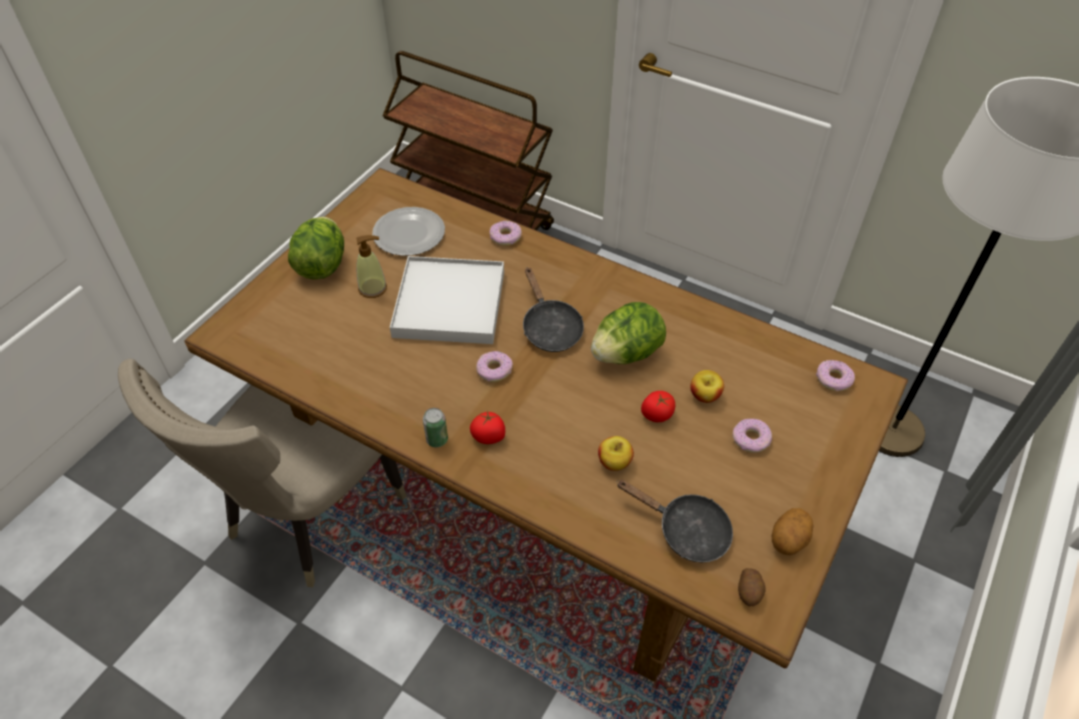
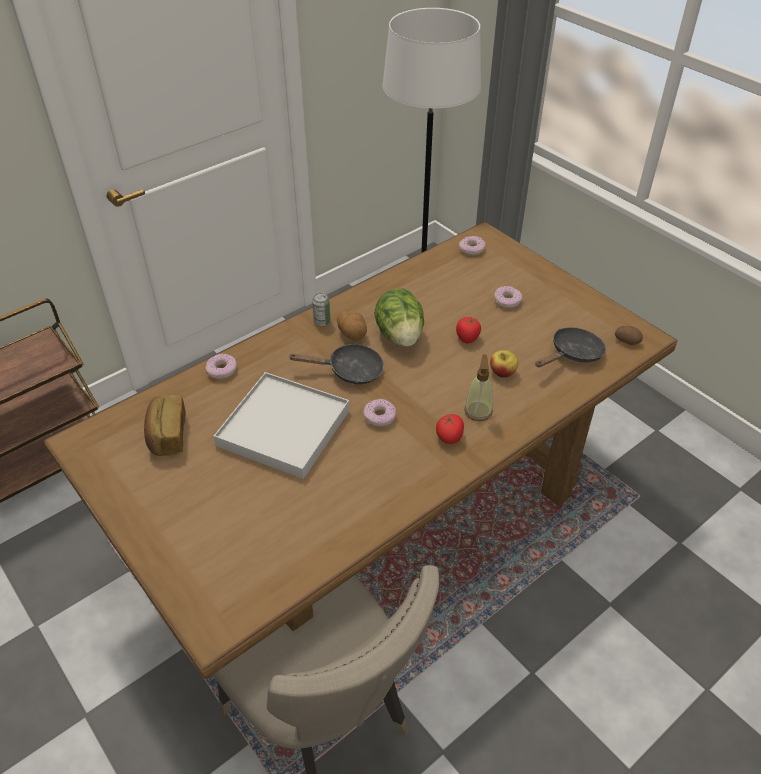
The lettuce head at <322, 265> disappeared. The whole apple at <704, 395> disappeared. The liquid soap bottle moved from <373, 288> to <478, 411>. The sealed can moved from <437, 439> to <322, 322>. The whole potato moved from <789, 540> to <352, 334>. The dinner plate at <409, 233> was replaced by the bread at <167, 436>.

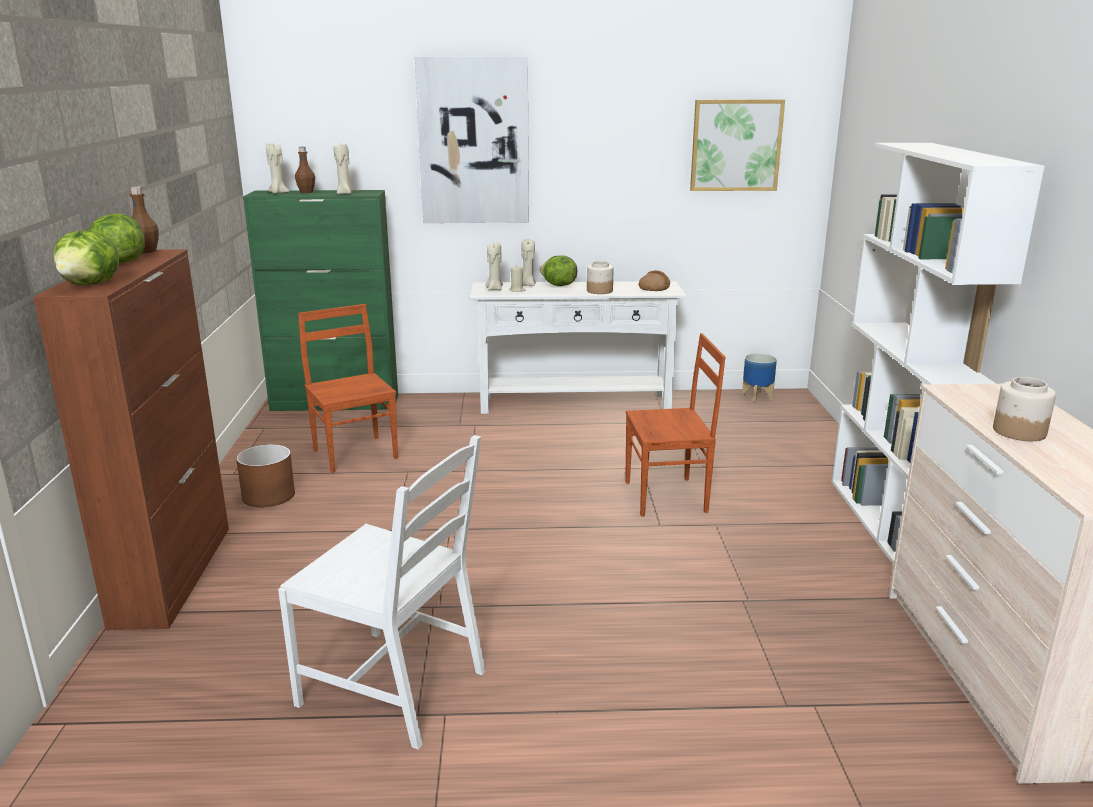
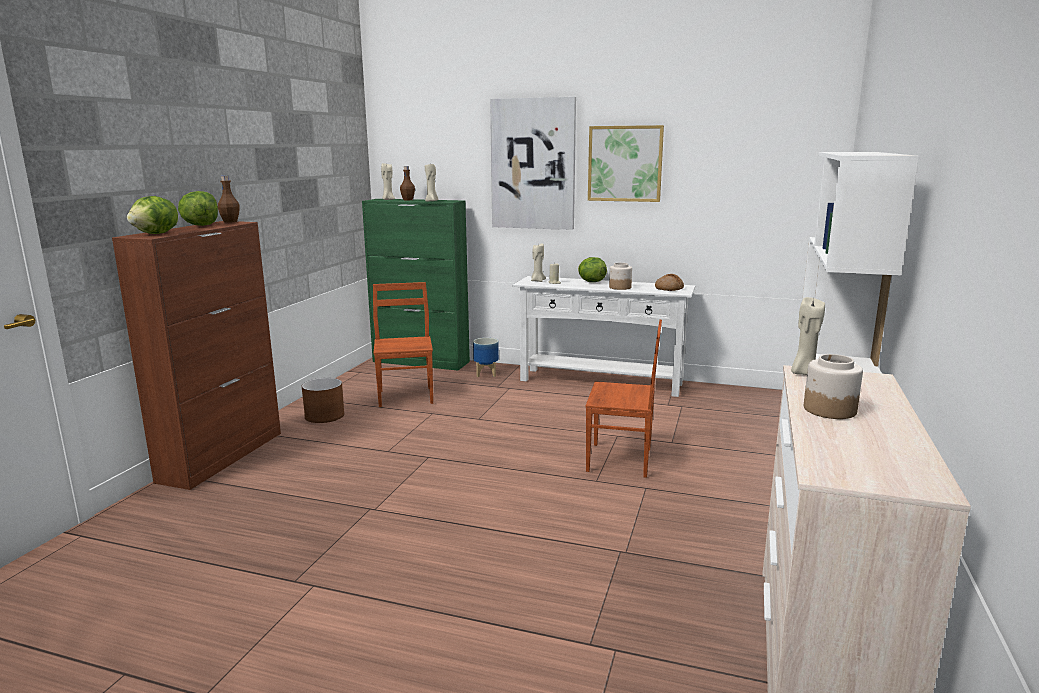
The upright chair (white-coloured) at <395, 686> disappeared. The wax light (beige-coloured) moved from <527, 285> to <803, 373>. The picture moved from <736, 145> to <625, 163>. The plant pot moved from <757, 397> to <486, 374>.

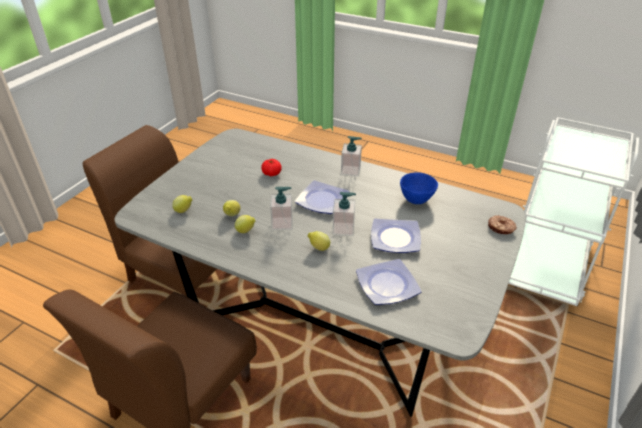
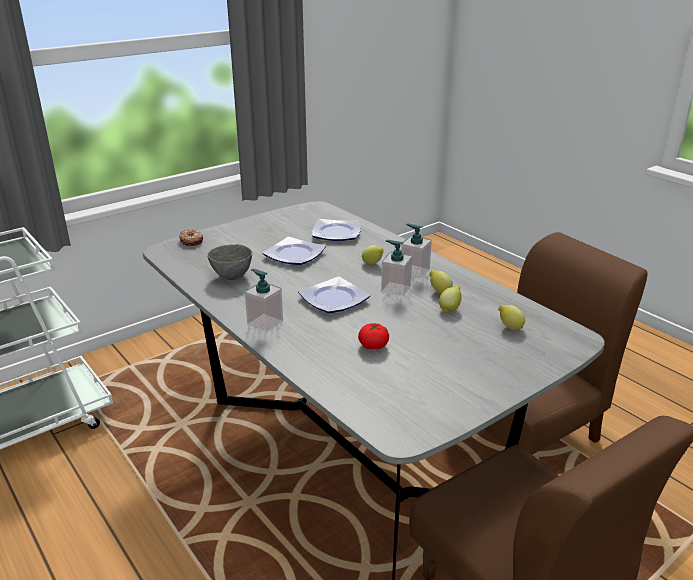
The liquid soap bottle moved from <343, 229> to <414, 271>. The bowl (blue-coloured) at <416, 199> became the bowl (grey) at <231, 277>.

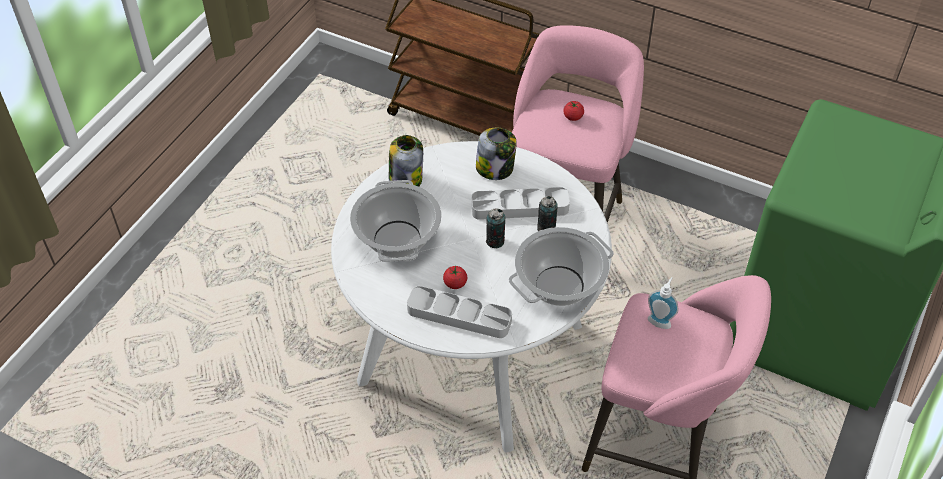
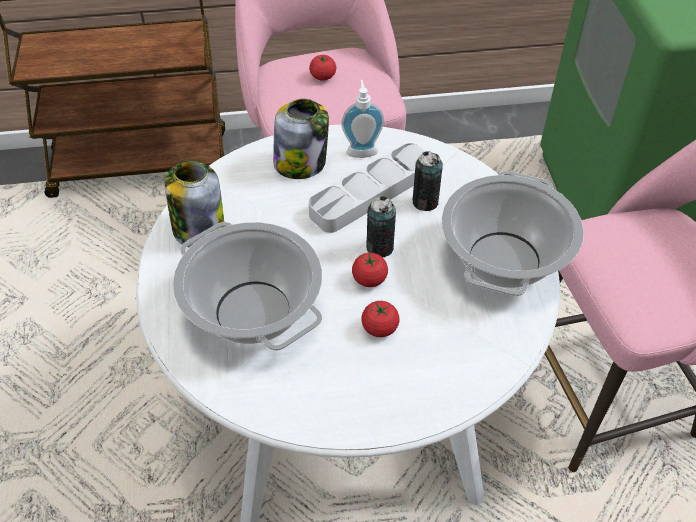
The tray (grey) at <459, 315> disappeared. The whole tomato at <369, 279> appeared. The liquid soap bottle moved from <660, 320> to <361, 150>.

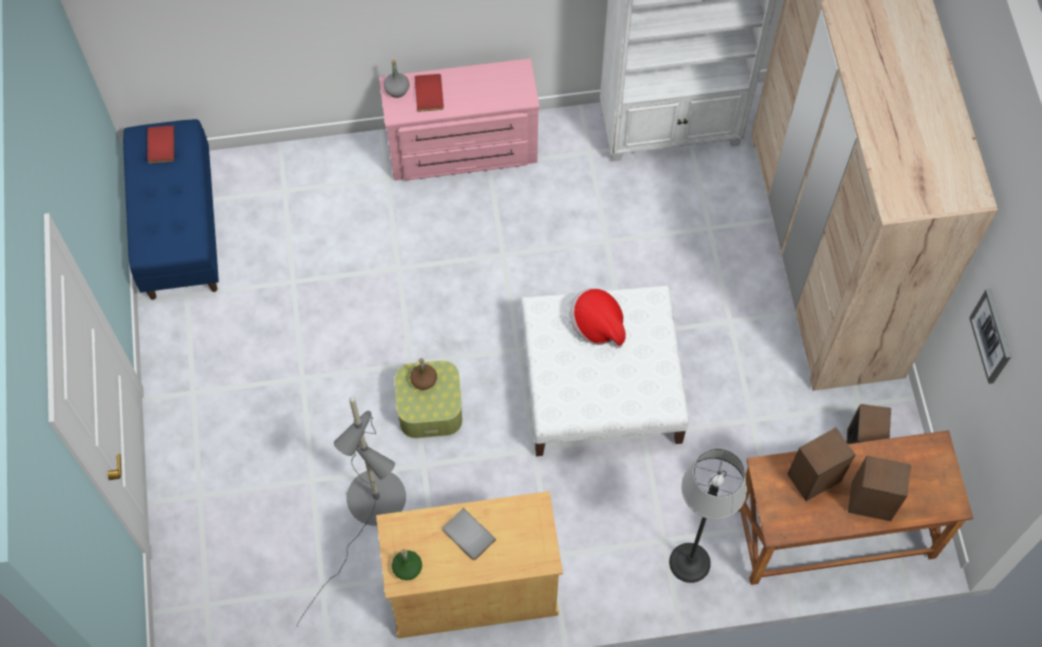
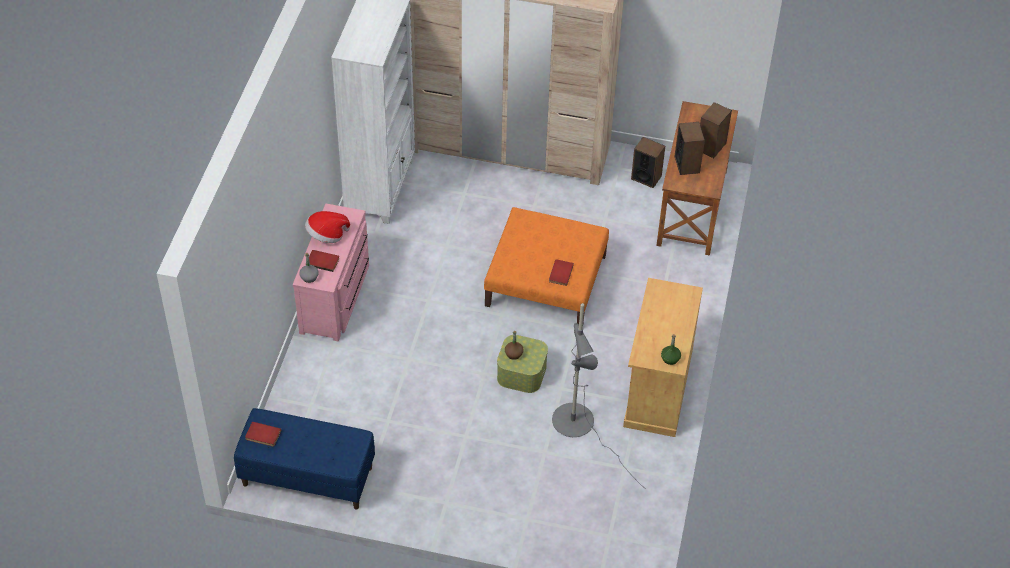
The volume (grey) at <467, 536> disappeared. The standing lamp at <689, 562> disappeared. The picture at <992, 336> disappeared. The volume (reddish) at <560, 273> appeared. The clothing hat moved from <597, 325> to <326, 235>. The ottoman (white-coloured) at <601, 383> became the ottoman (orangey) at <546, 280>.

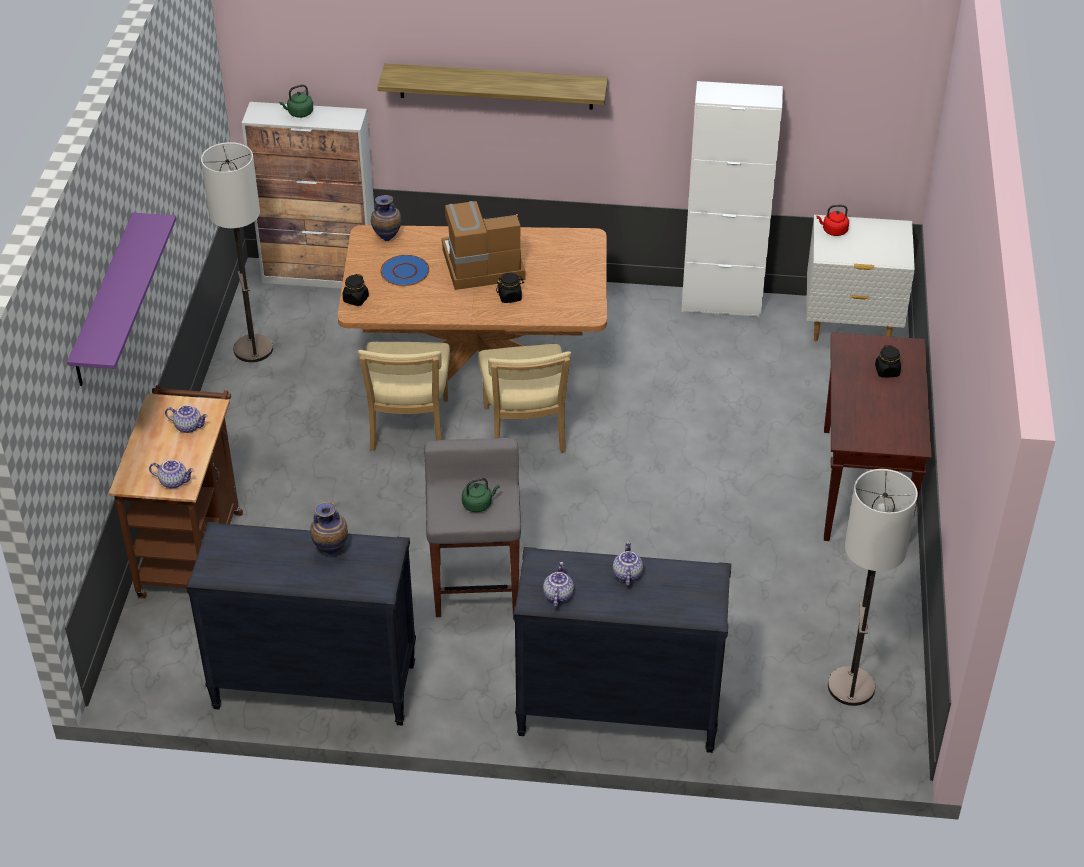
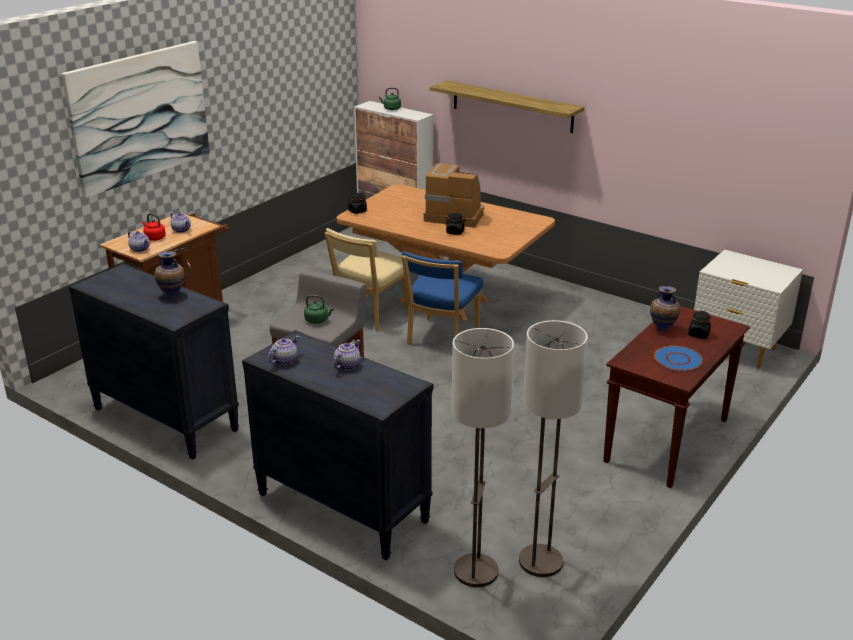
The cupboard (white-coloured) at <721, 303> disappeared. The standing lamp moved from <253, 349> to <475, 571>. The vase moved from <387, 238> to <662, 329>. The dinner plate (blue-coloured) moved from <405, 271> to <678, 359>. The water kettle (reddish) moved from <833, 231> to <154, 238>. The wall shelf (purple) at <104, 301> was replaced by the picture at <140, 116>. The upright chair (beige-coloured) at <525, 433> became the upright chair (blue-coloured) at <441, 338>.

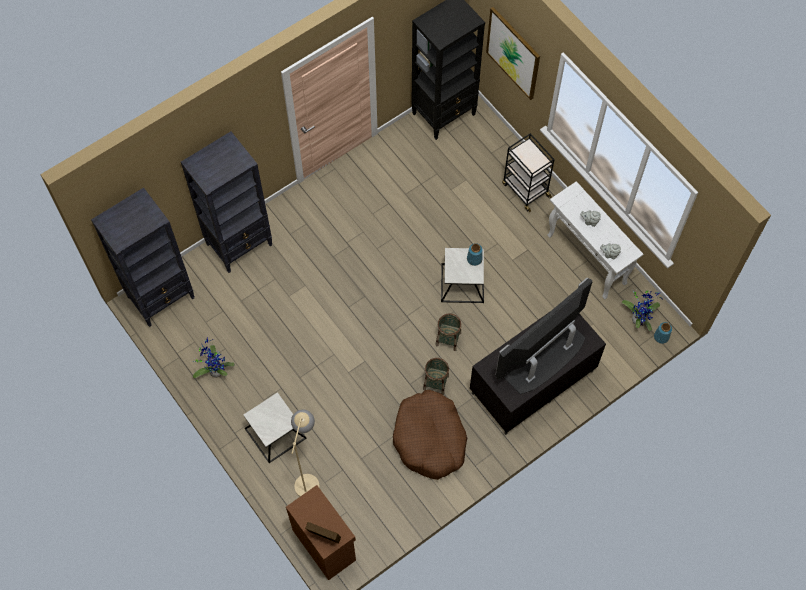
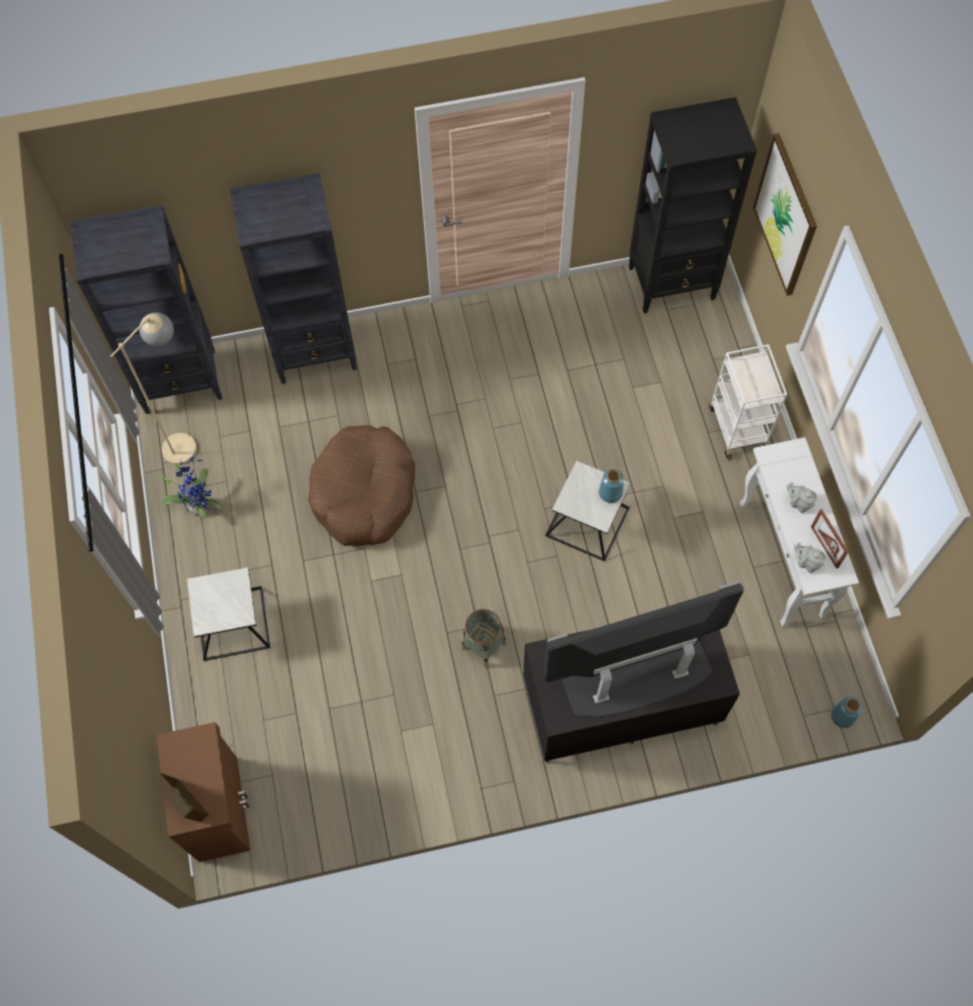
The household basket at <448, 339> disappeared. The potted plant at <639, 318> disappeared. The photo frame at <824, 547> appeared. The standing lamp (beige-coloured) moved from <309, 477> to <187, 440>. The dog bed (brown-coloured) moved from <430, 439> to <364, 493>. The cart (black) at <525, 189> became the cart (white-coloured) at <737, 427>.

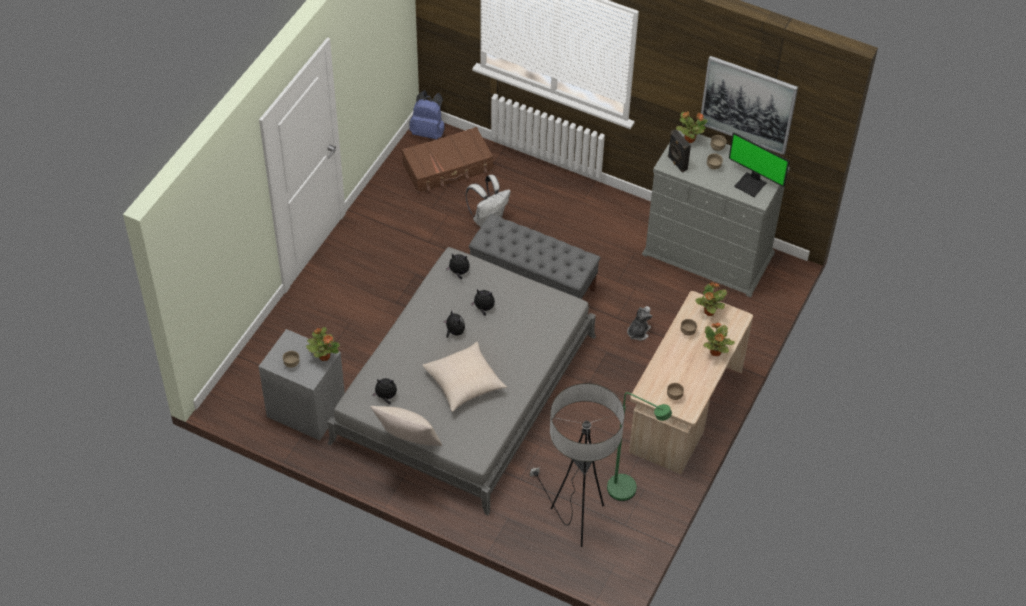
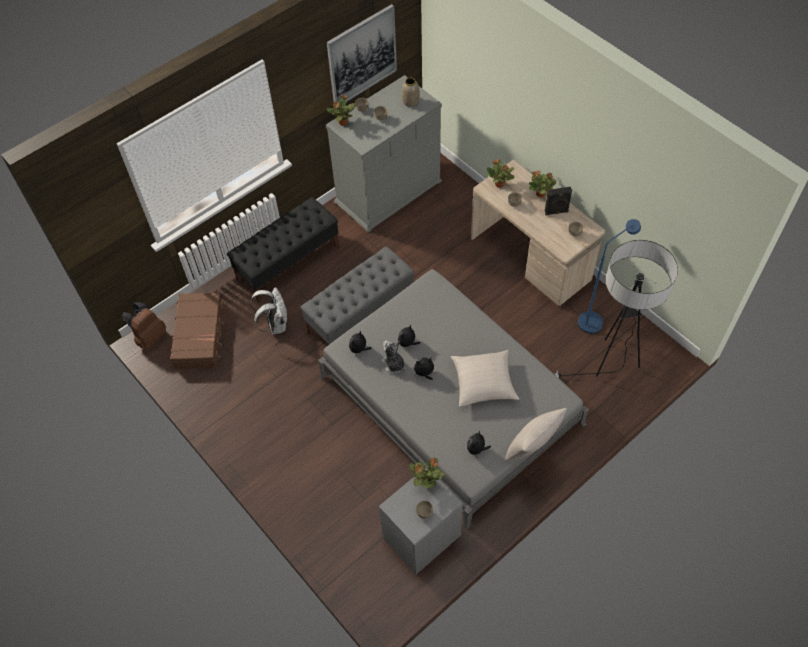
The bench (black) at <288, 263> appeared. The plush toy moved from <638, 332> to <393, 364>. The speaker (black) moved from <676, 163> to <556, 212>. The monitor at <751, 184> was replaced by the vase at <411, 102>. The knapsack (blue-coloured) at <428, 132> became the knapsack (brown-coloured) at <149, 337>. The standing lamp (green) at <629, 492> became the standing lamp (blue-coloured) at <595, 319>.

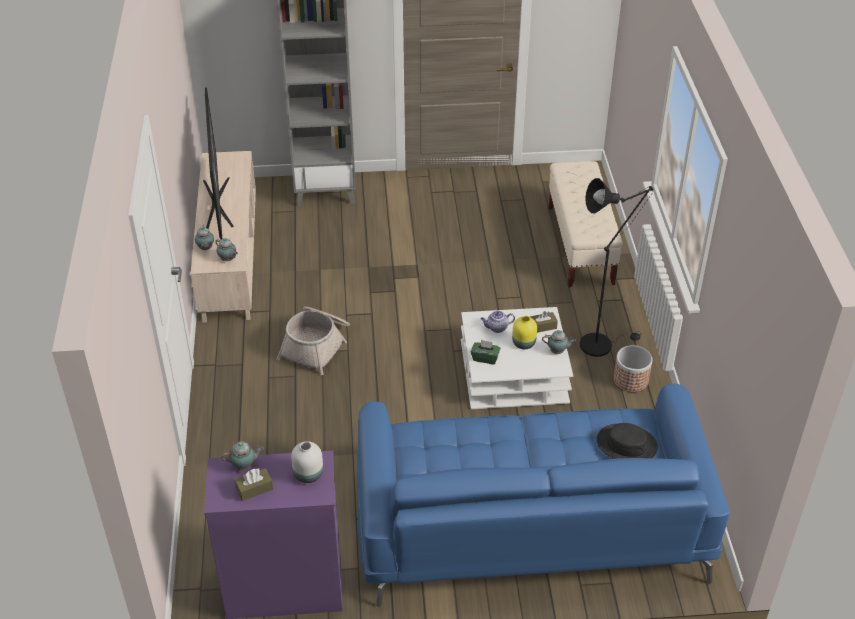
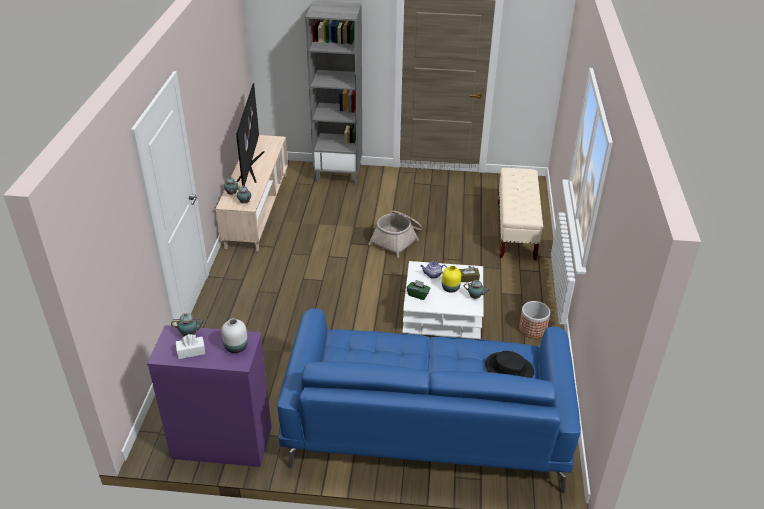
The standing lamp (black) at <601, 343> disappeared. The household basket moved from <317, 345> to <397, 239>. The box of tissues (brown-coloured) at <254, 489> became the box of tissues (white-coloured) at <191, 352>.

